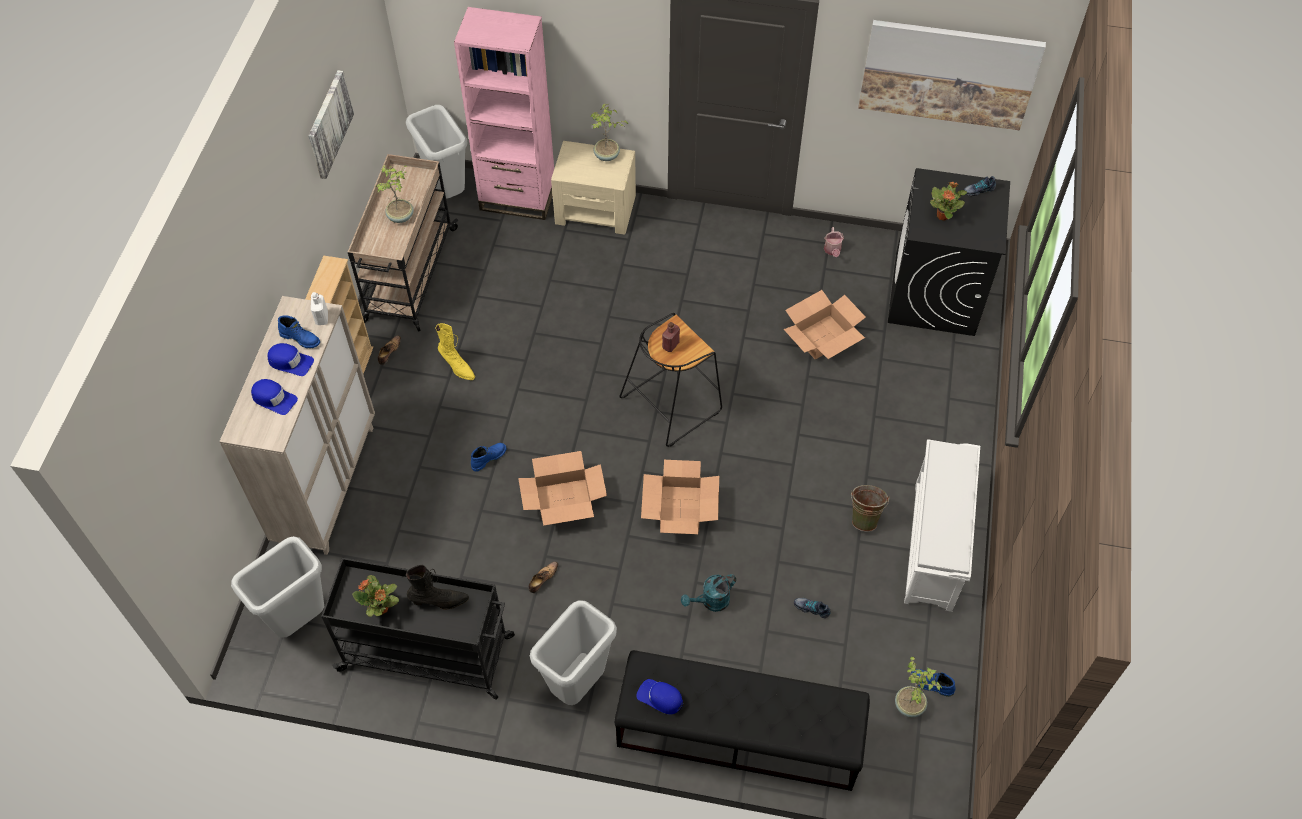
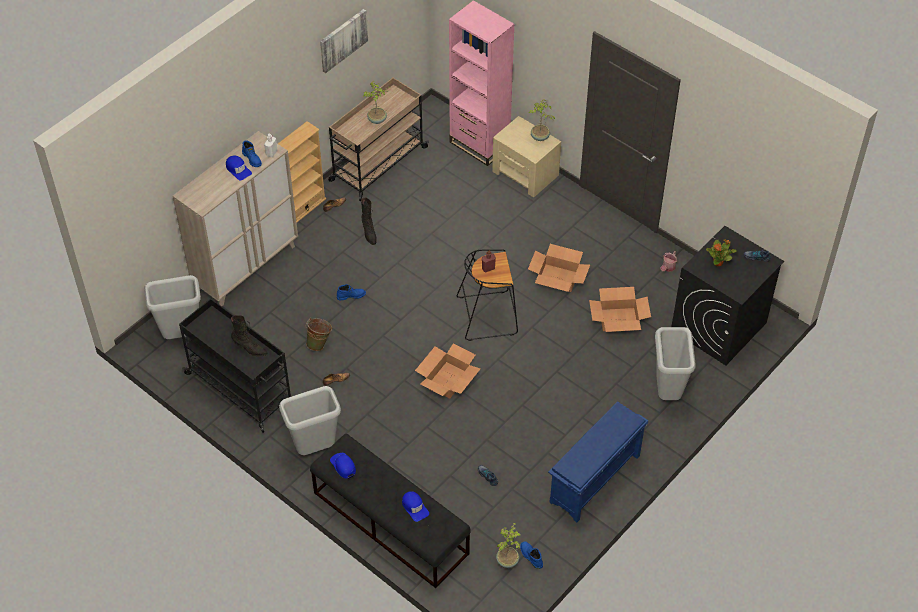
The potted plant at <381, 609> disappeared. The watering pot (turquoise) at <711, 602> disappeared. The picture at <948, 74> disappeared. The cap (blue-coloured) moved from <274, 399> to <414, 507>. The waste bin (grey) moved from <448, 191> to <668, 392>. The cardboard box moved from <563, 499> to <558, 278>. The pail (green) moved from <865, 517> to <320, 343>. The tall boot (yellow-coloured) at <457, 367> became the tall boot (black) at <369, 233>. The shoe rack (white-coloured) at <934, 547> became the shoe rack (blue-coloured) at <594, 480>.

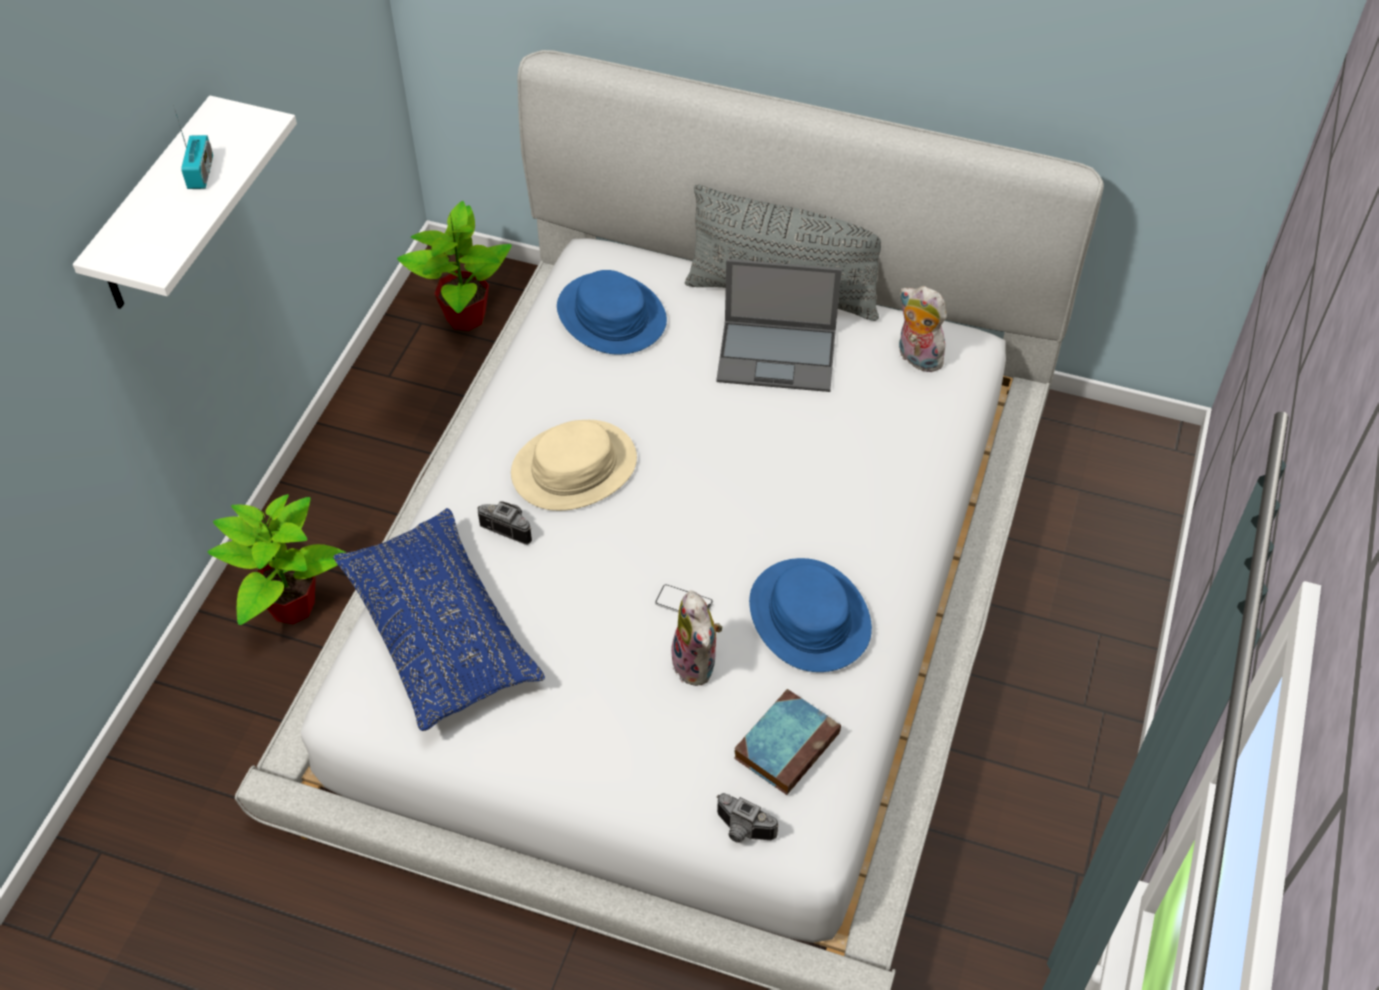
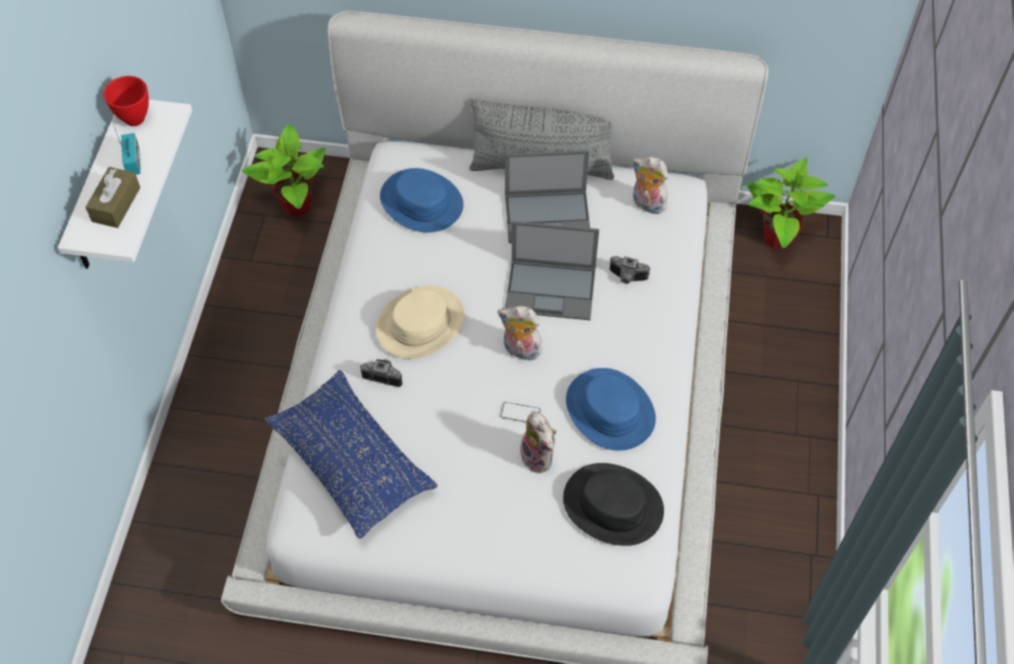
The box of tissues (brown-coloured) at <116, 204> appeared. The bowl (reddish) at <134, 118> appeared. The plush toy at <520, 351> appeared. The laptop at <551, 289> appeared. The potted plant moved from <290, 606> to <777, 237>. The photo camera moved from <742, 831> to <627, 278>. The volume at <787, 744> was replaced by the clothing hat (black) at <613, 505>.

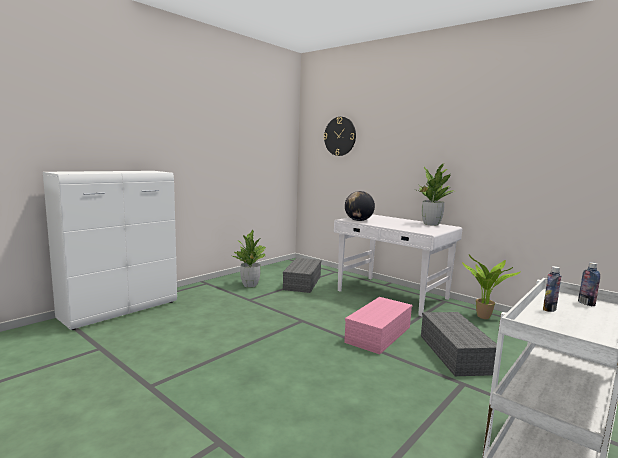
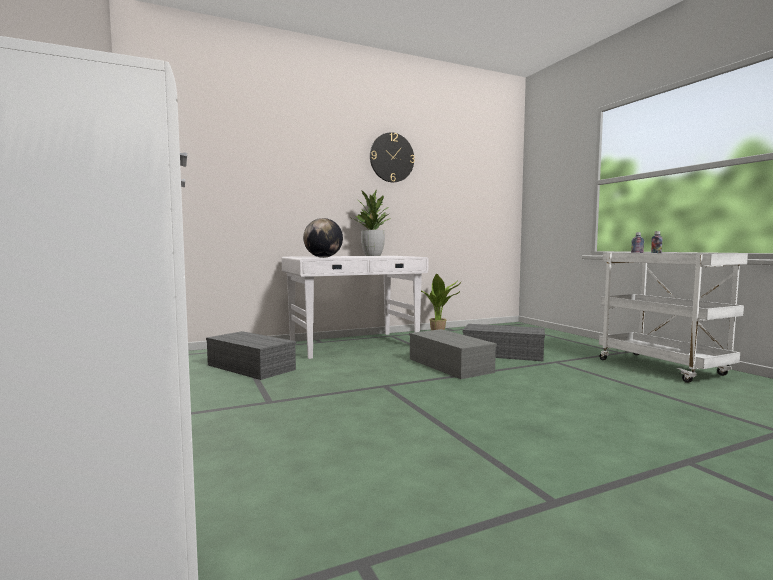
The potted plant at <250, 285> disappeared. The clock on the wall moved from <340, 136> to <391, 157>. The storage bin (pinkish) at <378, 334> became the storage bin (grey) at <448, 365>.

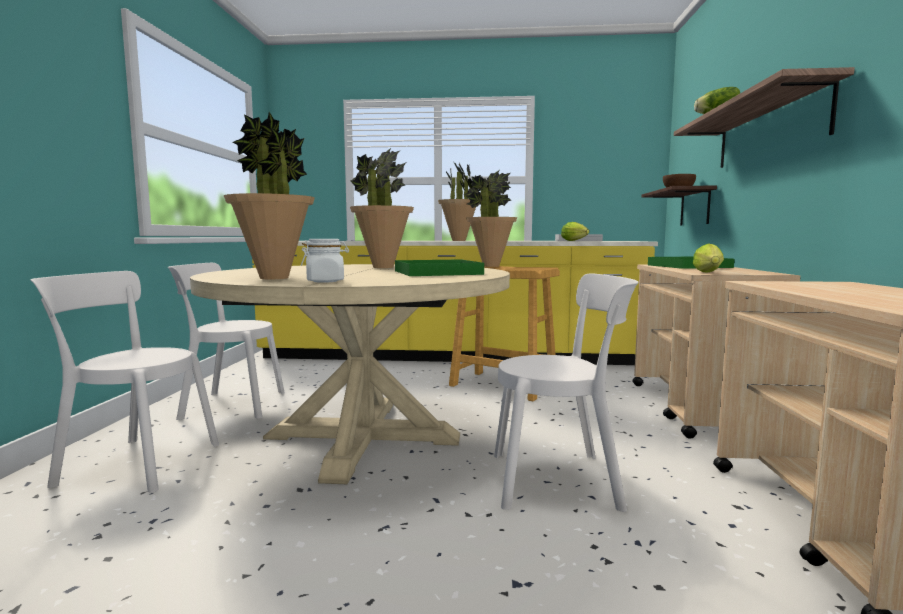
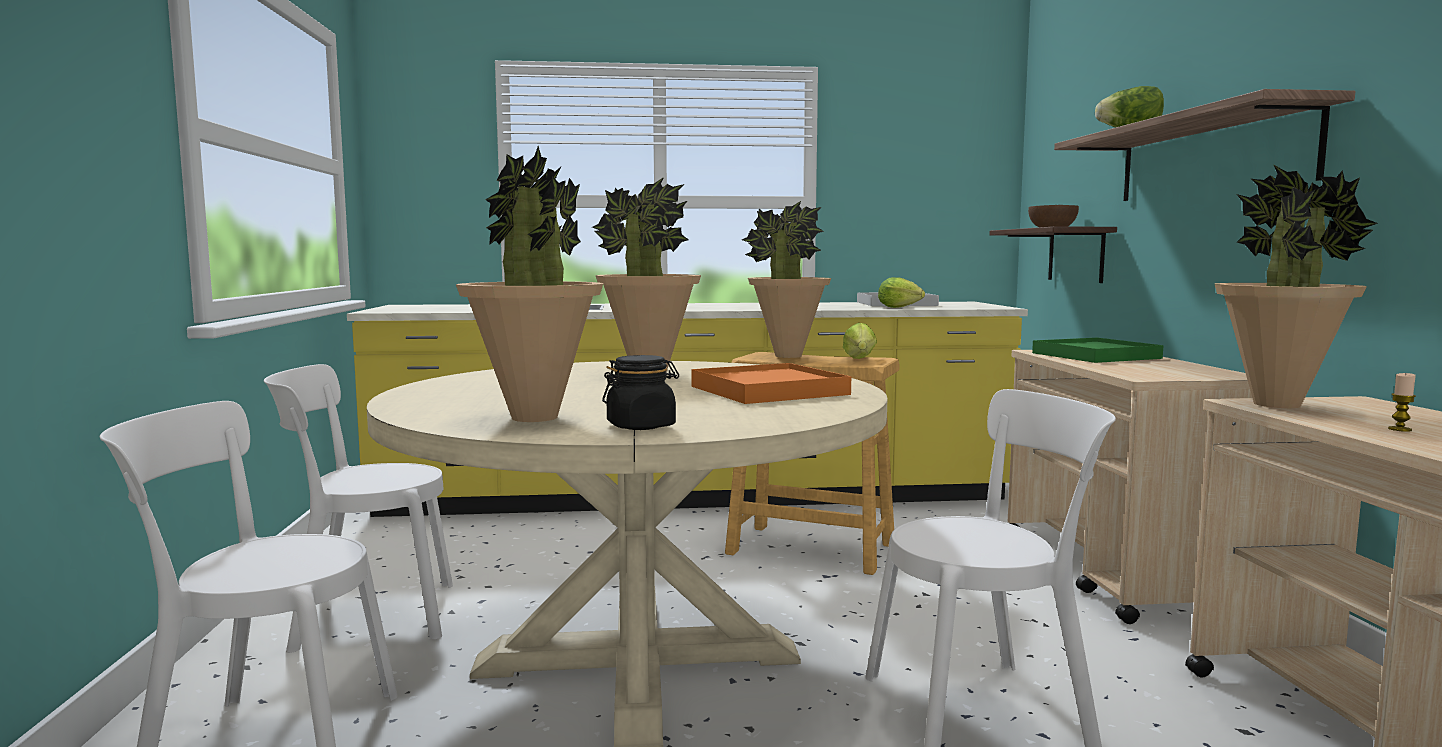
The wax light at <1399, 429> appeared. The potted plant moved from <459, 240> to <1278, 405>. The lettuce head moved from <709, 273> to <860, 359>. The jar (white-coloured) at <325, 281> became the jar (black) at <641, 426>. The tray (green) at <437, 272> became the tray (orangey) at <769, 390>.

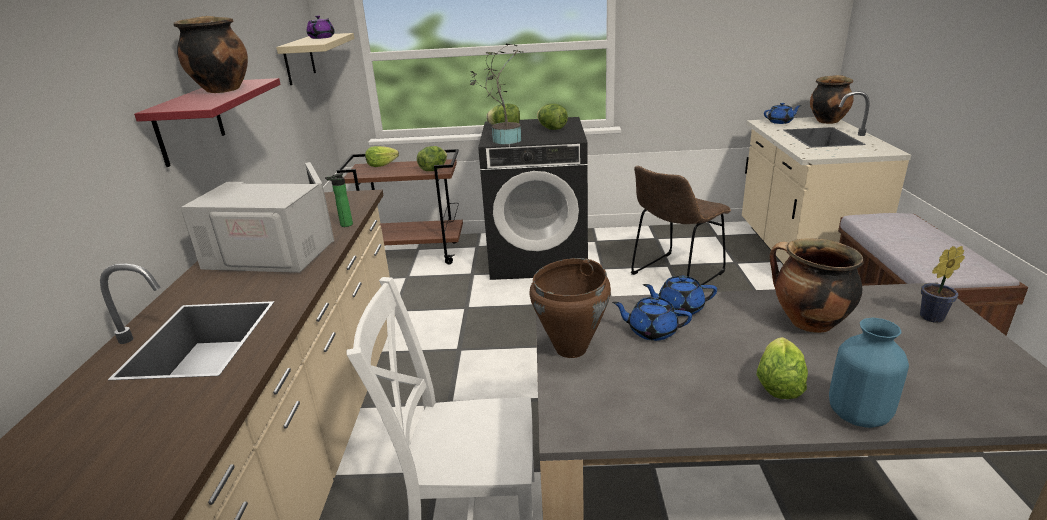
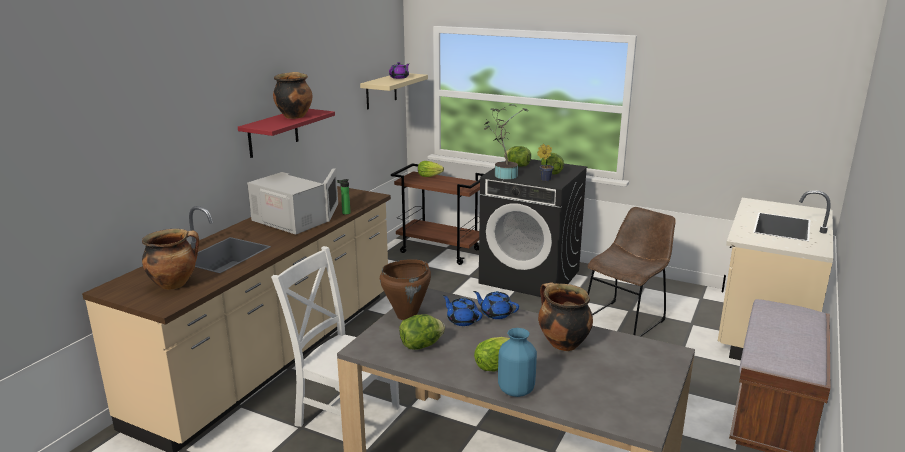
The teapot (blue-coloured) at <780, 122> disappeared. The lettuce head moved from <433, 169> to <421, 345>. The stockpot moved from <827, 121> to <175, 284>. The potted plant moved from <929, 318> to <544, 180>. The upright chair (brown-coloured) at <674, 275> turned 150 degrees clockwise.

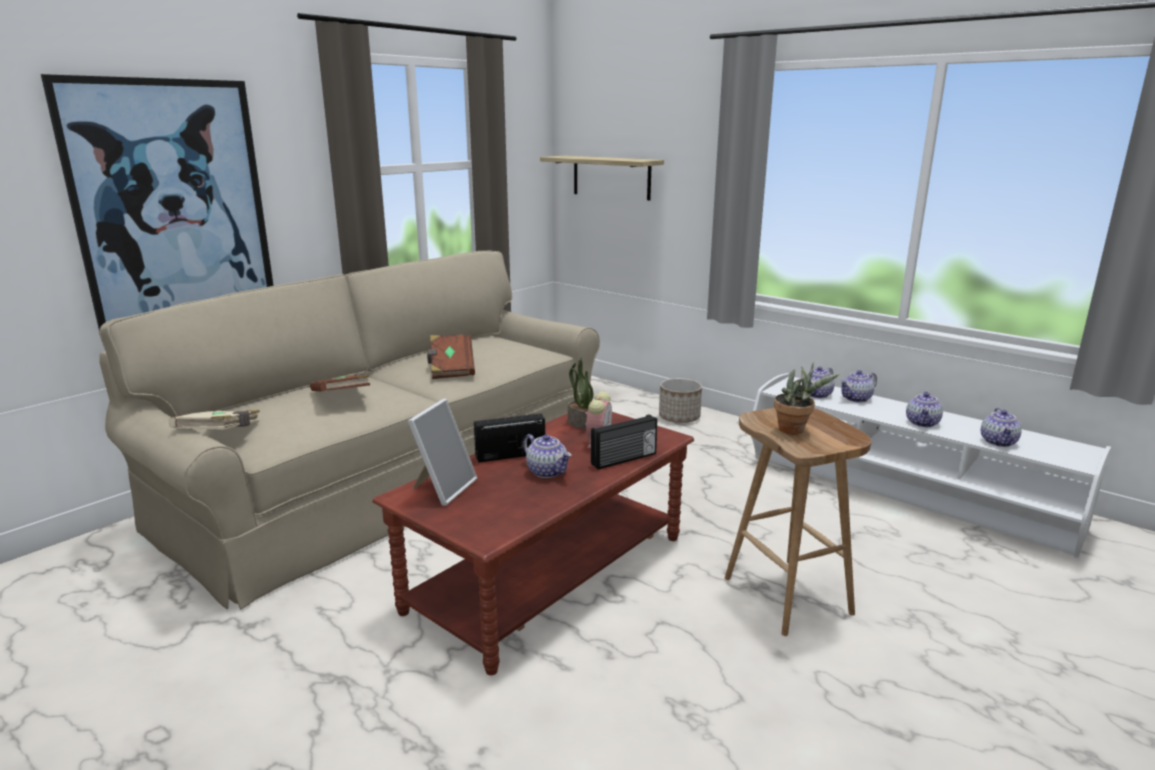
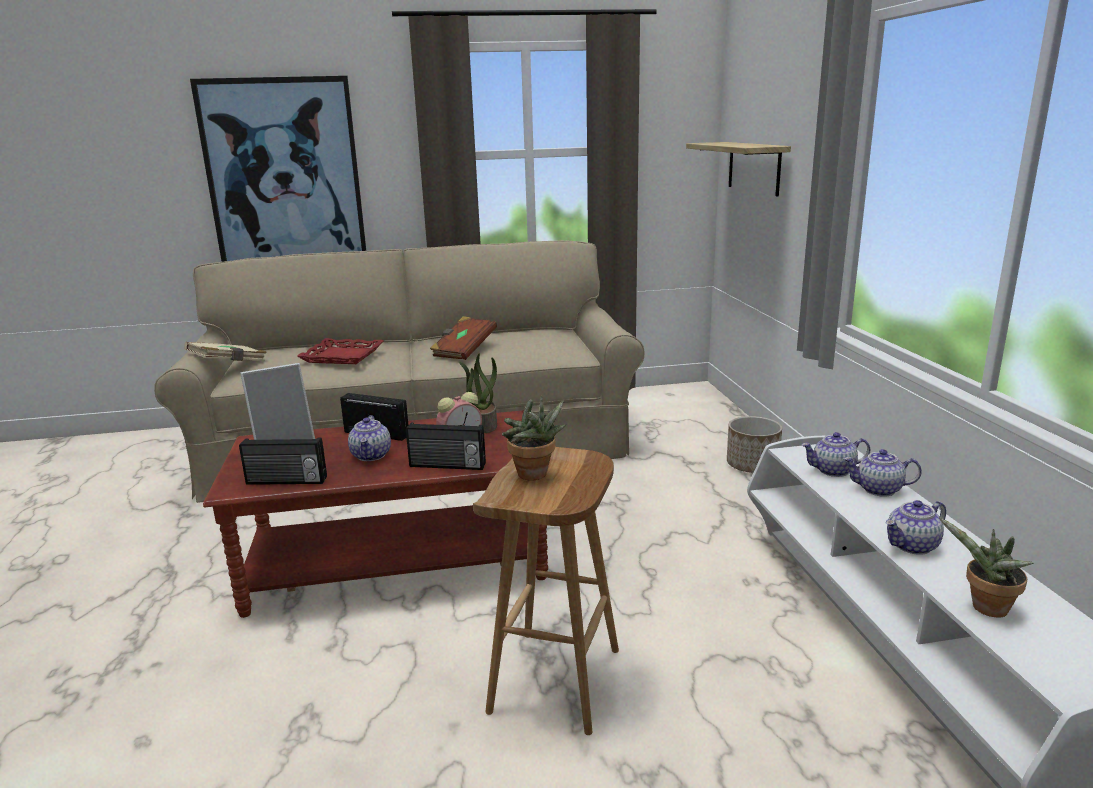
The radio at <286, 481> appeared. The volume (brown-coloured) at <342, 397> was replaced by the tray (reddish) at <342, 356>. The teapot at <999, 442> was replaced by the potted plant at <985, 609>.

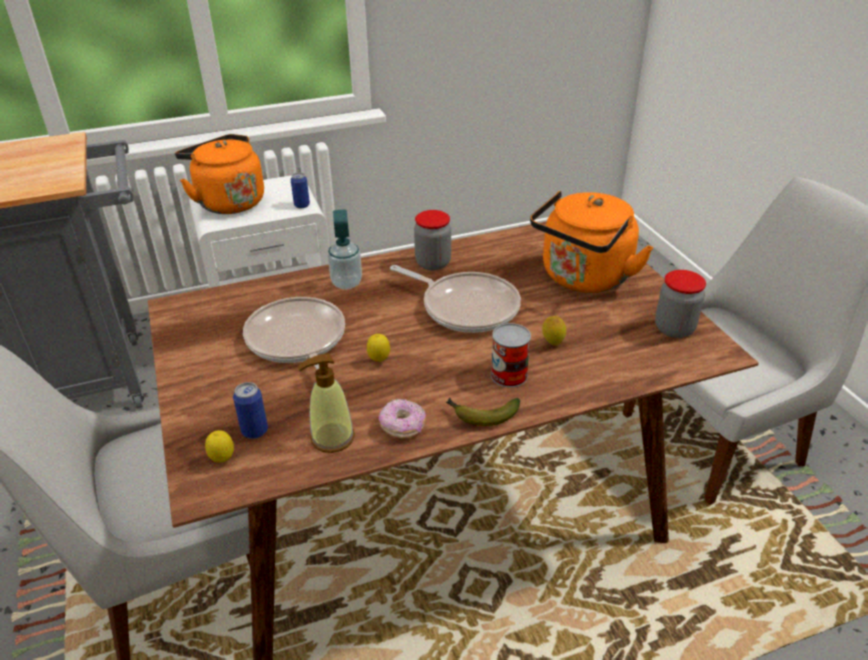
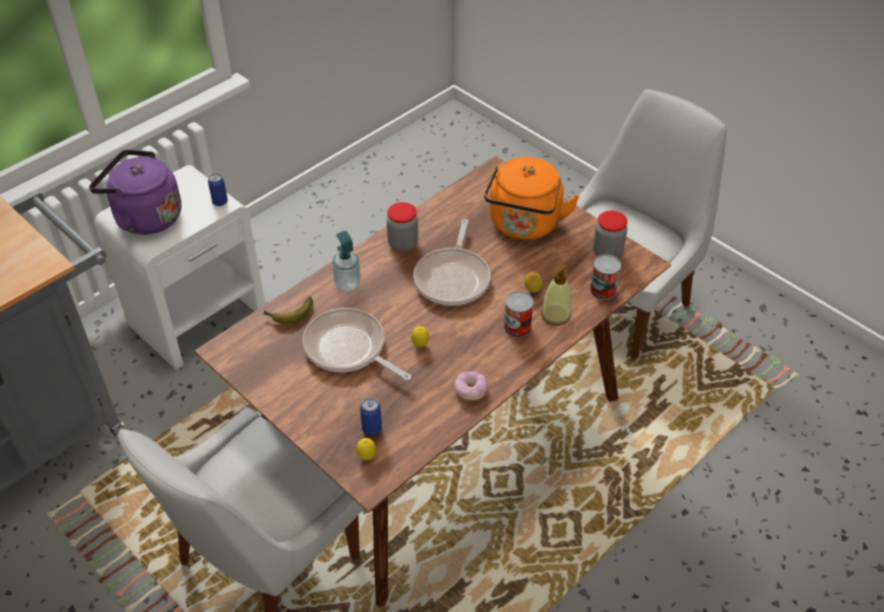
The sealed can at <603, 290> appeared. The liquid soap bottle moved from <332, 438> to <555, 315>. The whole banana moved from <481, 415> to <289, 315>. The water kettle (orangey) at <228, 202> became the water kettle (purple) at <144, 217>. The pan at <465, 307> turned 90 degrees clockwise.

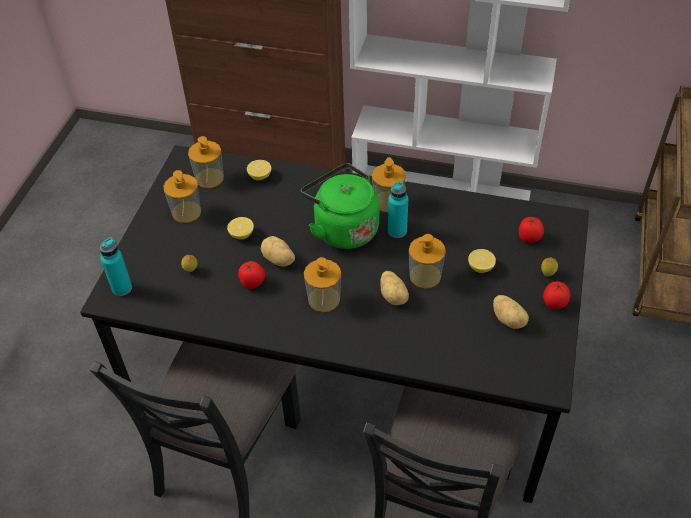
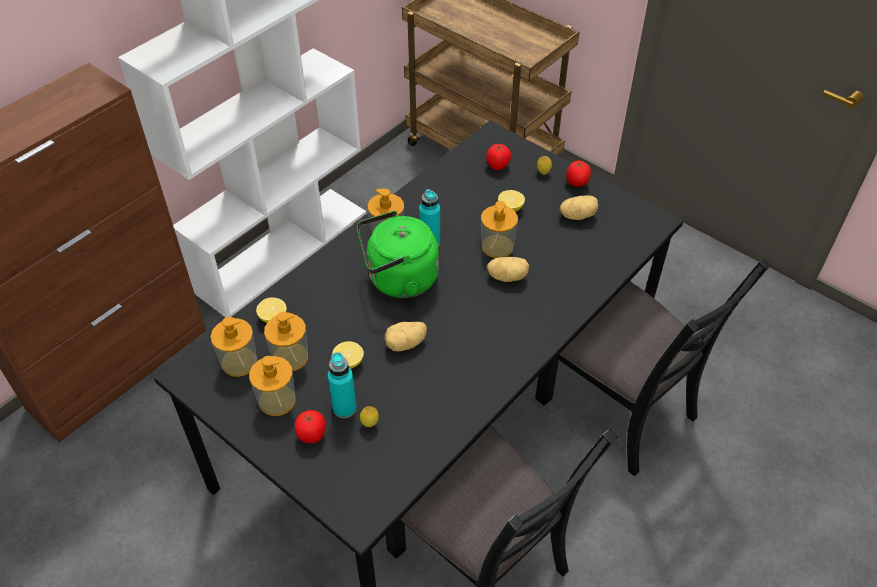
The bottle (turquoise) moved from <122, 288> to <344, 408>. The whole tomato moved from <253, 283> to <312, 435>. The liquid soap bottle moved from <324, 299> to <290, 357>.

